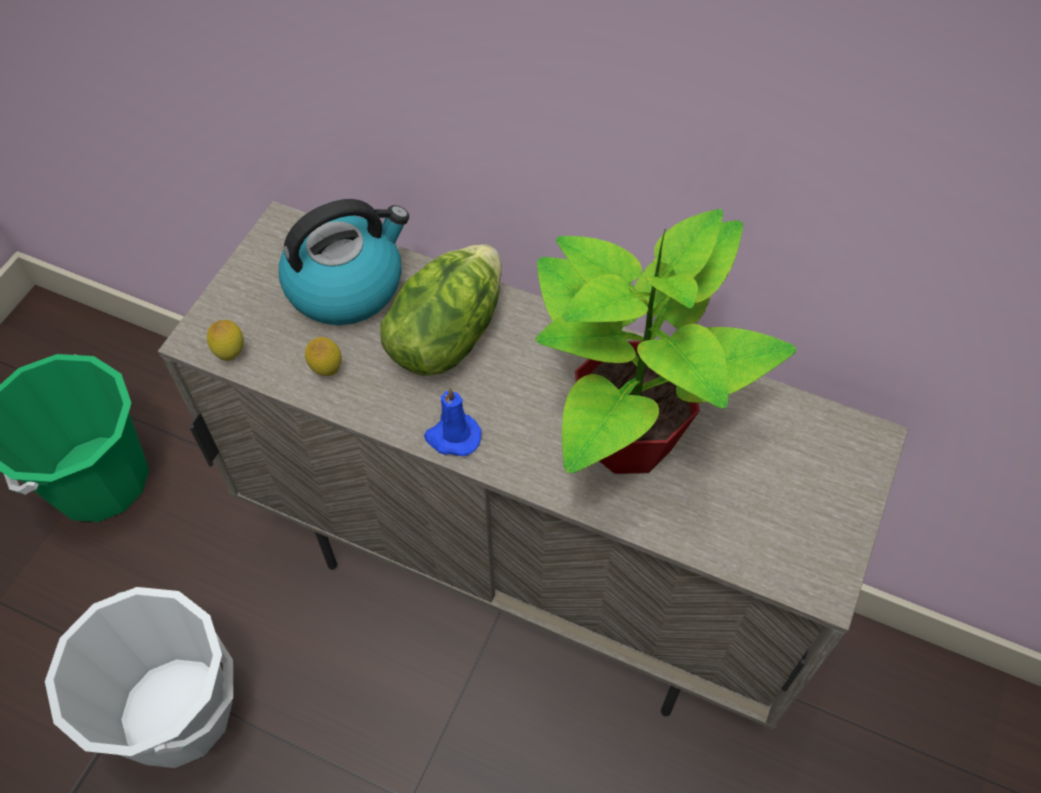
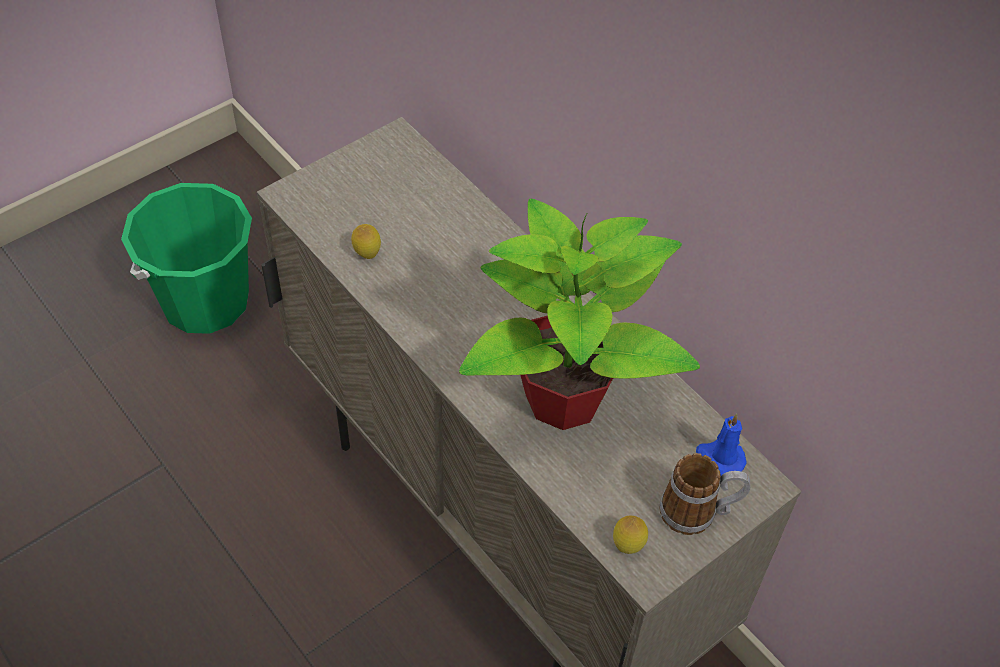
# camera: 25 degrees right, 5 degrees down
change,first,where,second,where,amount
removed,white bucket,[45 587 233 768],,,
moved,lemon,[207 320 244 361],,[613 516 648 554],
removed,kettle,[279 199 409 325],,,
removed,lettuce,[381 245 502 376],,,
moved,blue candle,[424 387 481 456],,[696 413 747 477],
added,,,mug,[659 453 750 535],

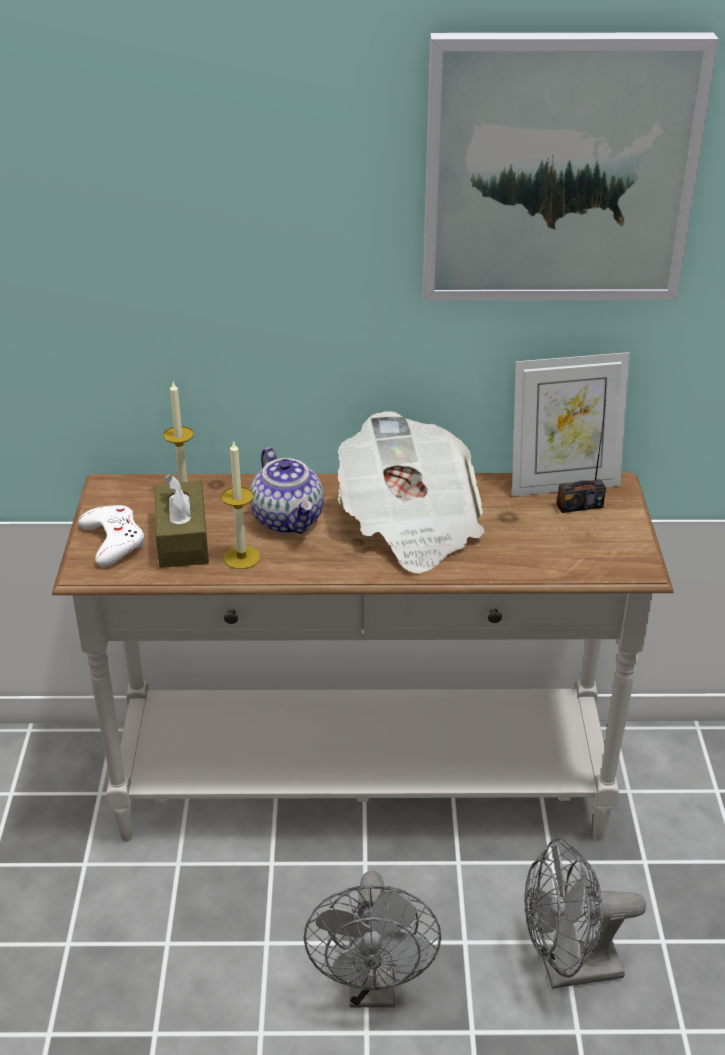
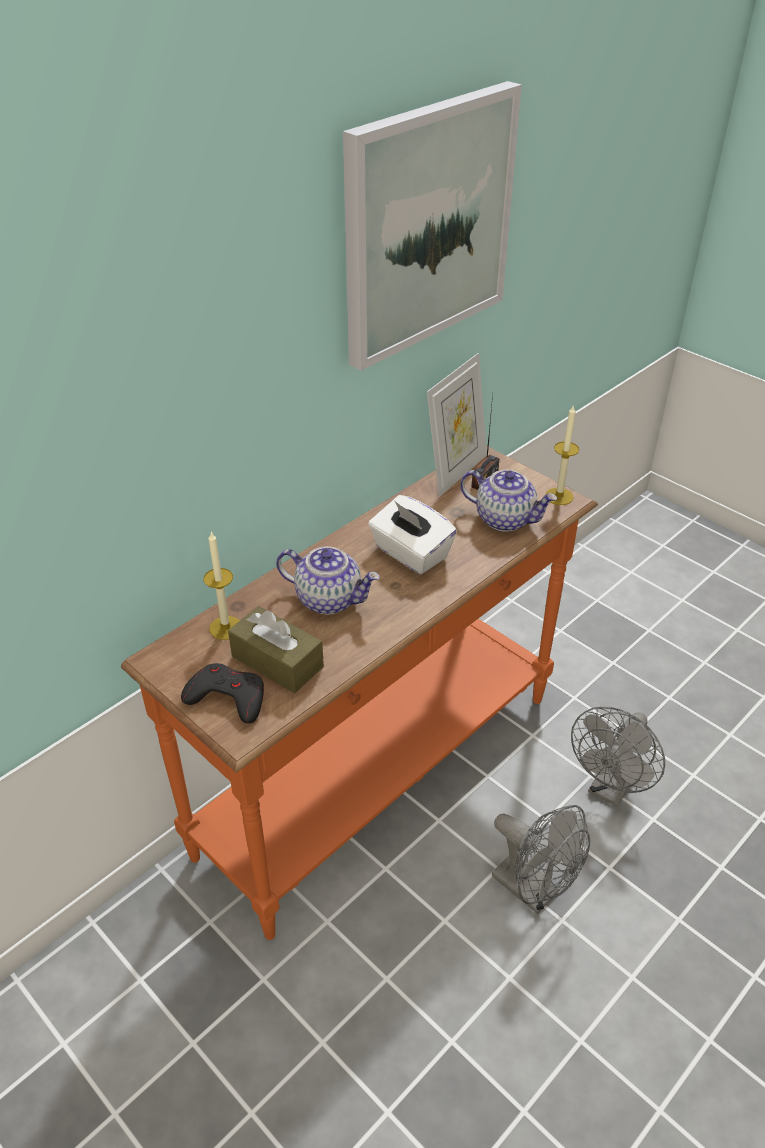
# camera: 45 degrees left, 5 degrees up
change,first,where,second,where,amount
recoloured,white console table,[52 473 674 842],orange console table,[121 446 598 940],
recoloured,white game controller,[79 505 144 567],black game controller,[181 663 264 724],
moved,candle,[221 440 260 569],,[545 406 579 505],
replaced,newspaper,[338 411 484 574],white tissue box,[368 495 457 574],
added,,,teapot,[460 469 557 532],

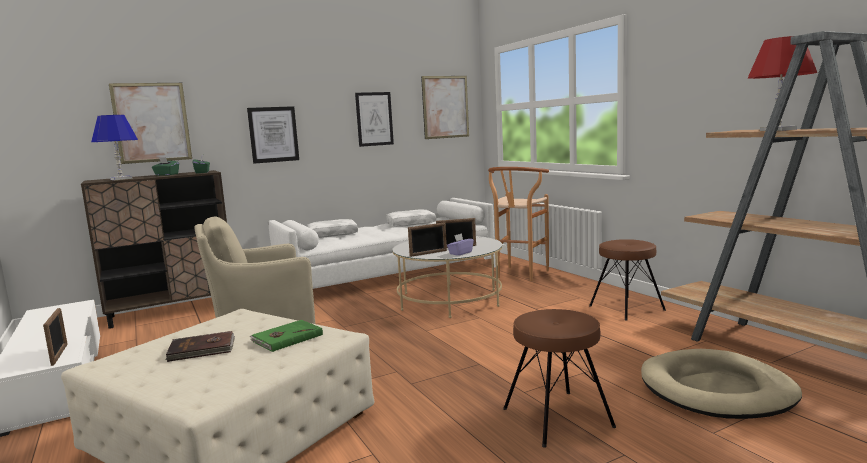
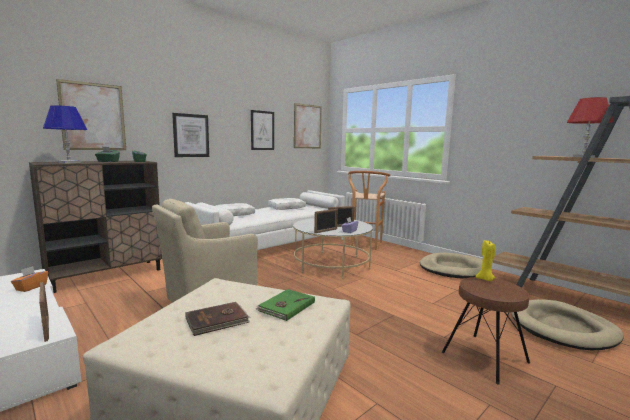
# camera: 15 degrees left, 0 degrees up
change,first,where,second,where,amount
replaced,brown stool,[589 239 666 320],beige dog bed,[420 253 483 279],
added,,,orange tissue box,[11 266 48 292],
added,,,yellow candle,[476 240 496 281],

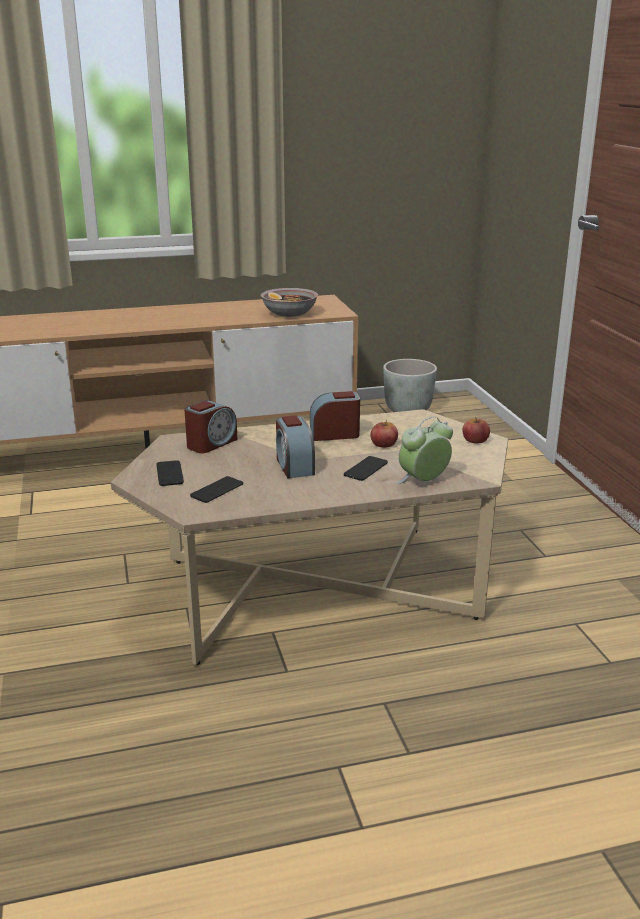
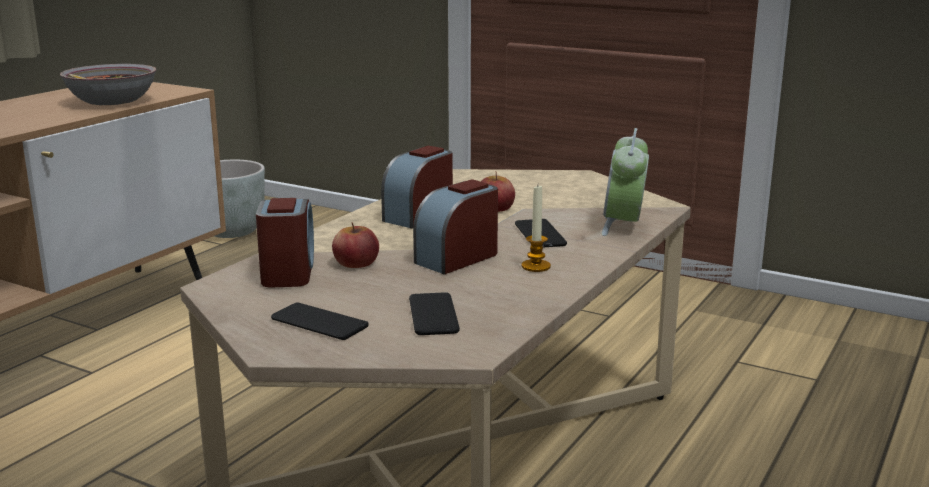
# camera: 45 degrees left, 5 degrees down
change,first,where,second,where,amount
turned,alarm clock,[276 415 315 478],,[413 179 498 274],105 degrees clockwise
moved,apple,[462 417 490 444],,[332 223 379 268],
added,,,candle,[522 186 551 272],

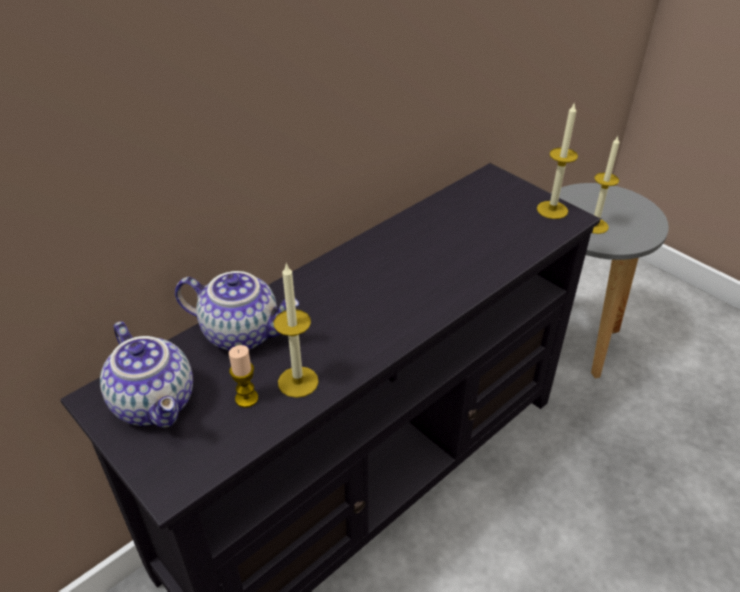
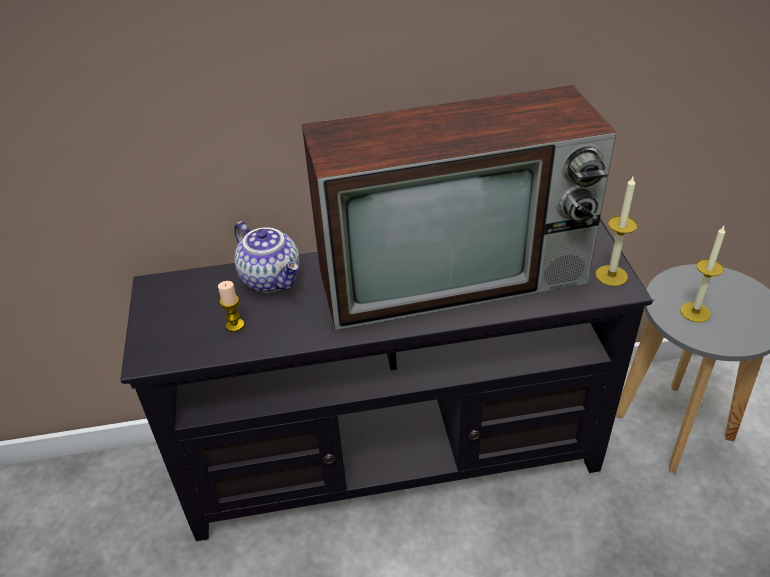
# camera: 35 degrees right, 0 degrees up
change,first,where,second,where,amount
removed,teapot,[100 322 193 428],,,
removed,candle,[273 263 319 398],,,
added,,,television,[302 85 616 331],

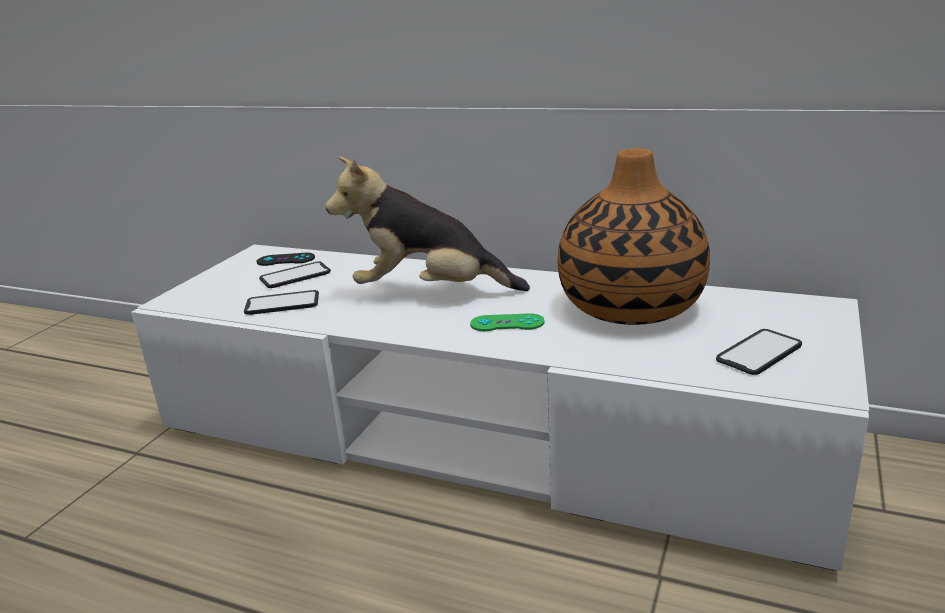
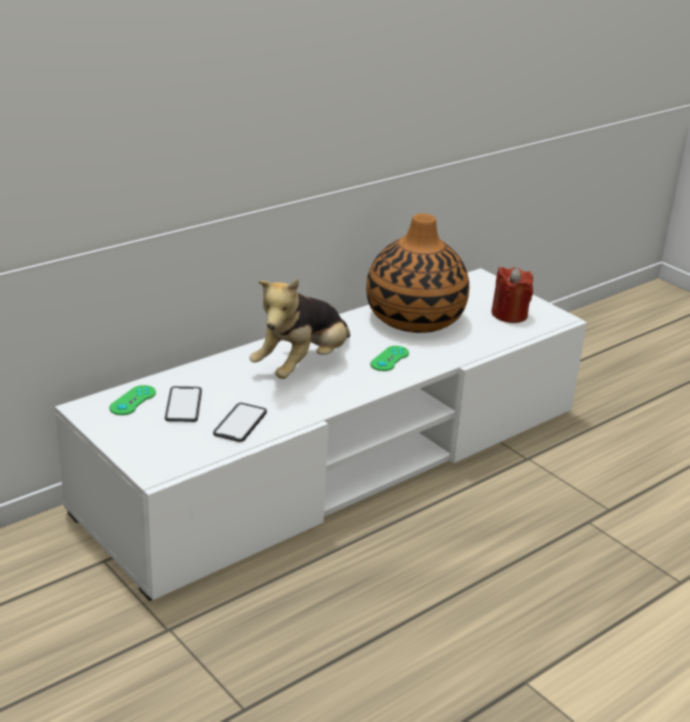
# camera: 65 degrees left, 5 degrees up
change,first,where,second,where,amount
recoloured,black game controller,[256 253 315 266],green game controller,[109 385 156 415],
replaced,phone,[716 329 802 375],red candle,[492 267 533 323],

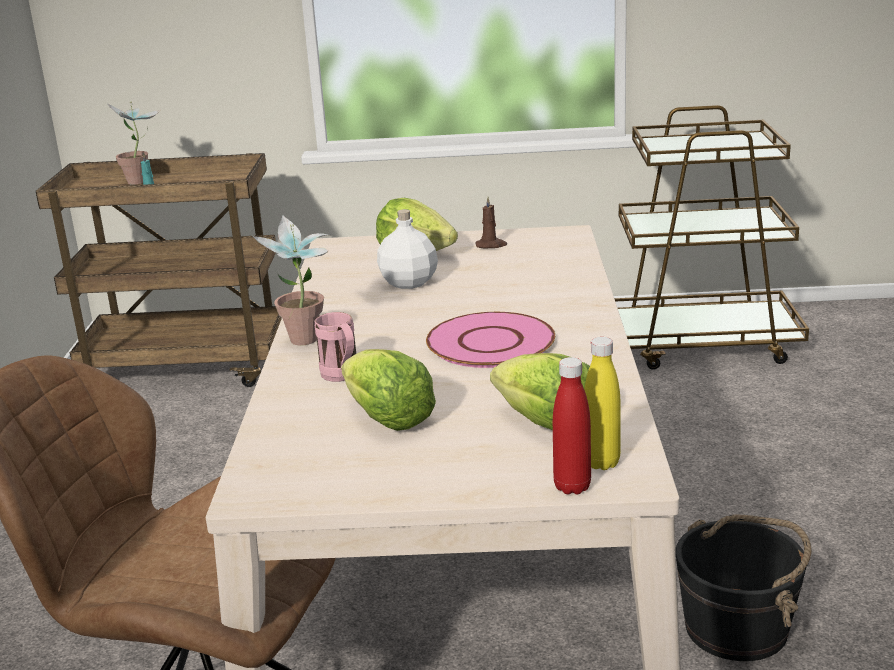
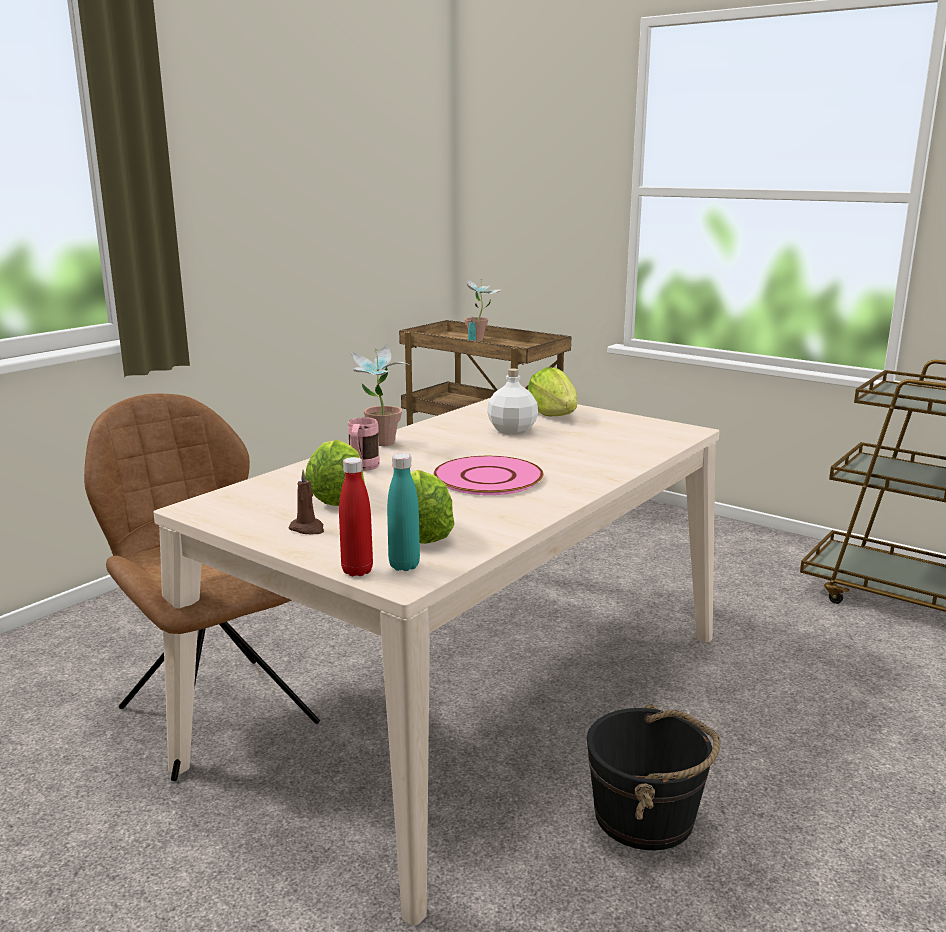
# camera: 35 degrees right, 5 degrees down
change,first,where,second,where,amount
moved,brown candle,[475 197 507 249],,[288 470 324 534],
recoloured,yellow bottle,[584 337 620 470],turquoise bottle,[387 453 420 571],

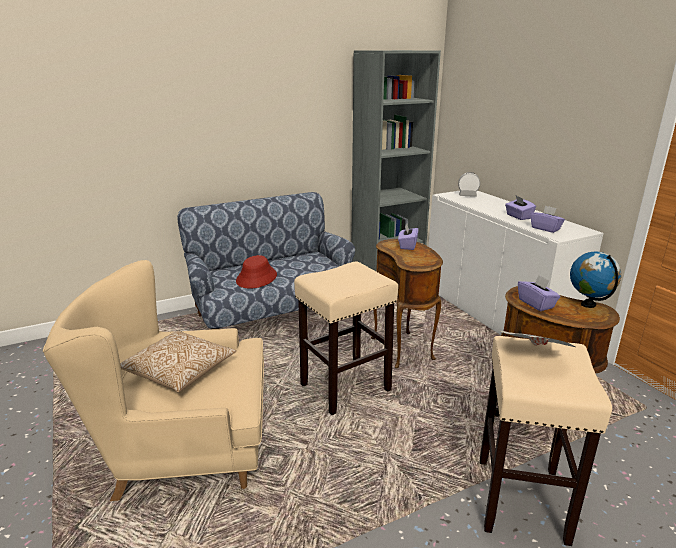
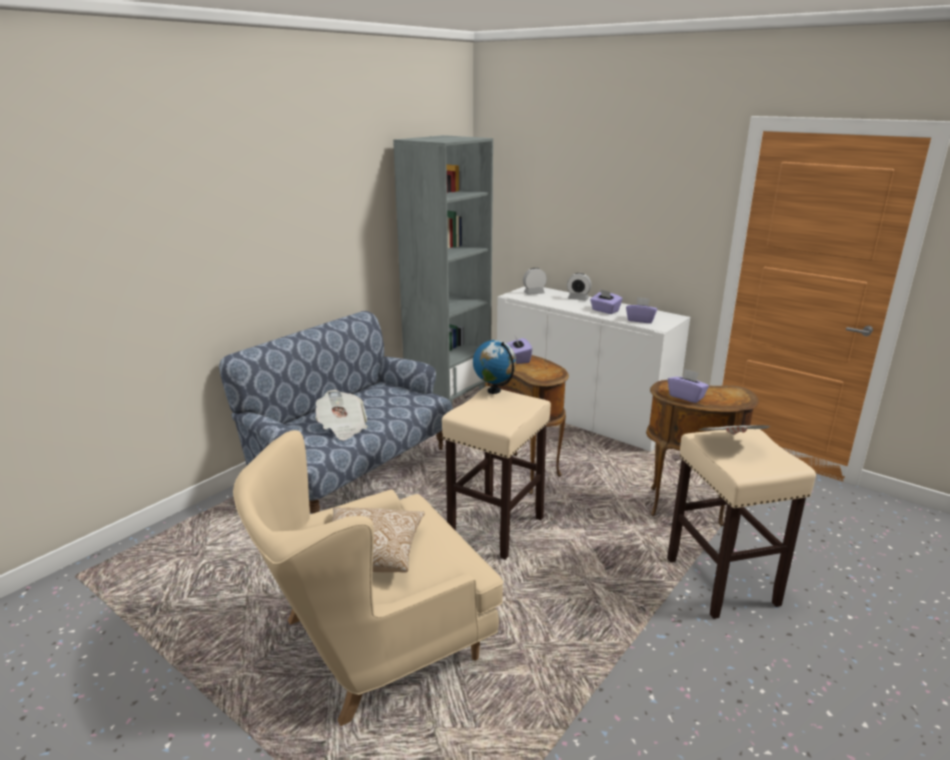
# camera: 25 degrees left, 0 degrees up
change,first,where,second,where,amount
replaced,red hat,[236 255 277 289],newspaper,[316 390 368 440],
moved,globe,[570 251 621 308],,[473 340 516 394],
added,,,alarm clock,[567 273 592 301],

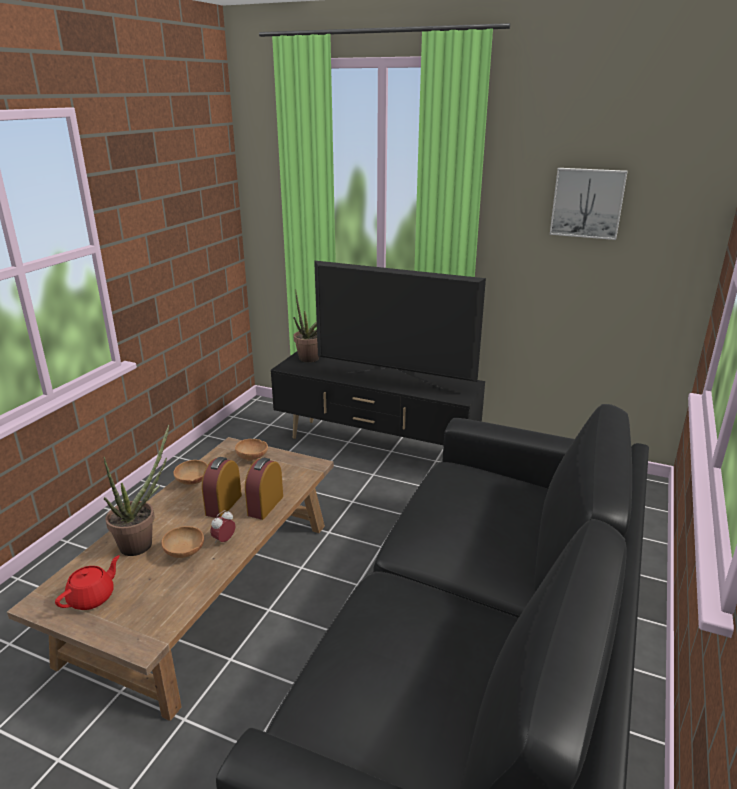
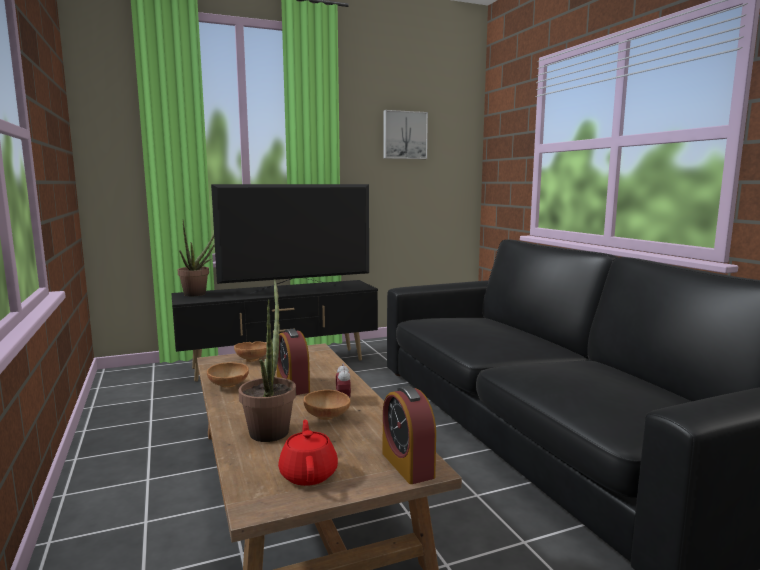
# camera: 45 degrees left, 15 degrees down
change,first,where,second,where,amount
moved,alarm clock,[245 458 283 520],,[383 386 436 484],

